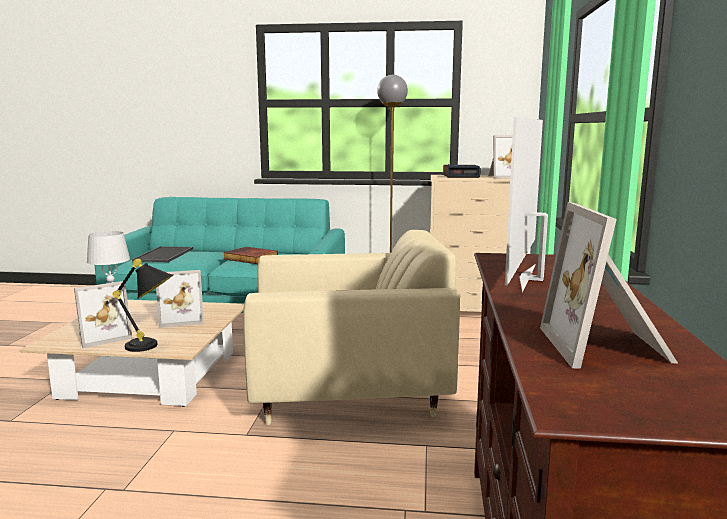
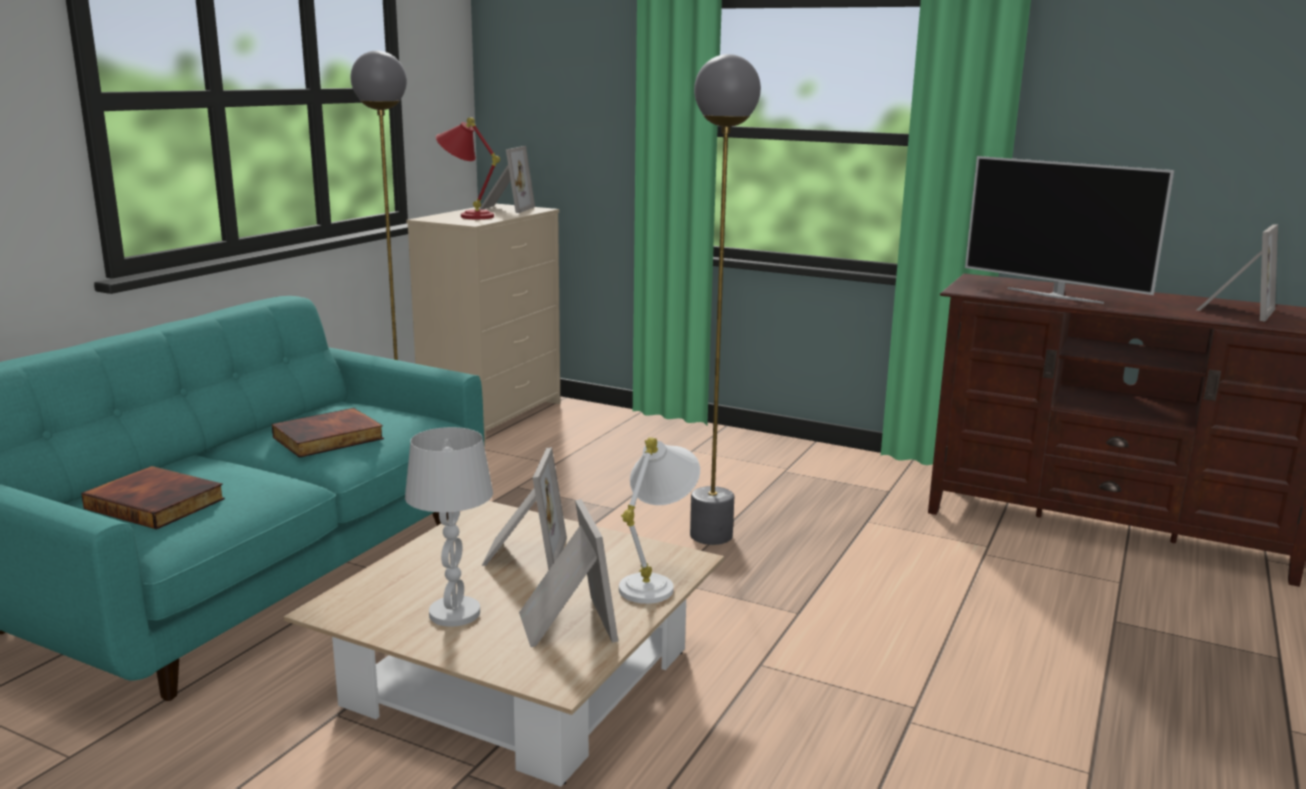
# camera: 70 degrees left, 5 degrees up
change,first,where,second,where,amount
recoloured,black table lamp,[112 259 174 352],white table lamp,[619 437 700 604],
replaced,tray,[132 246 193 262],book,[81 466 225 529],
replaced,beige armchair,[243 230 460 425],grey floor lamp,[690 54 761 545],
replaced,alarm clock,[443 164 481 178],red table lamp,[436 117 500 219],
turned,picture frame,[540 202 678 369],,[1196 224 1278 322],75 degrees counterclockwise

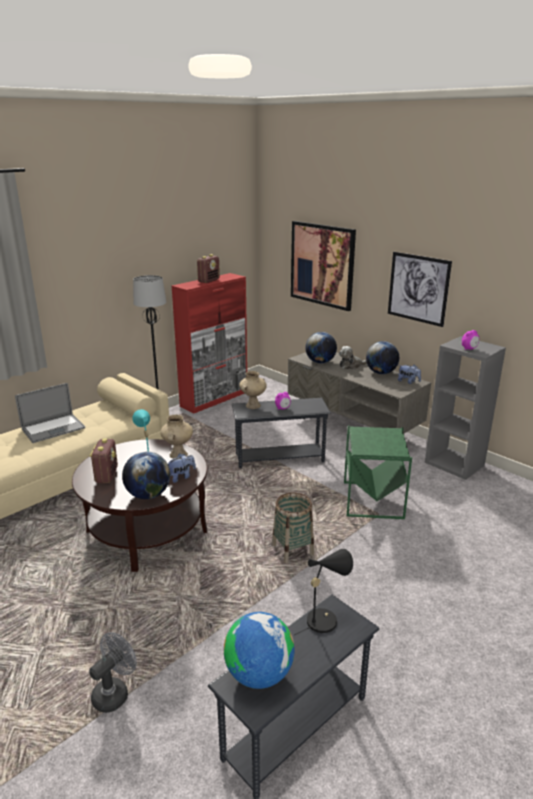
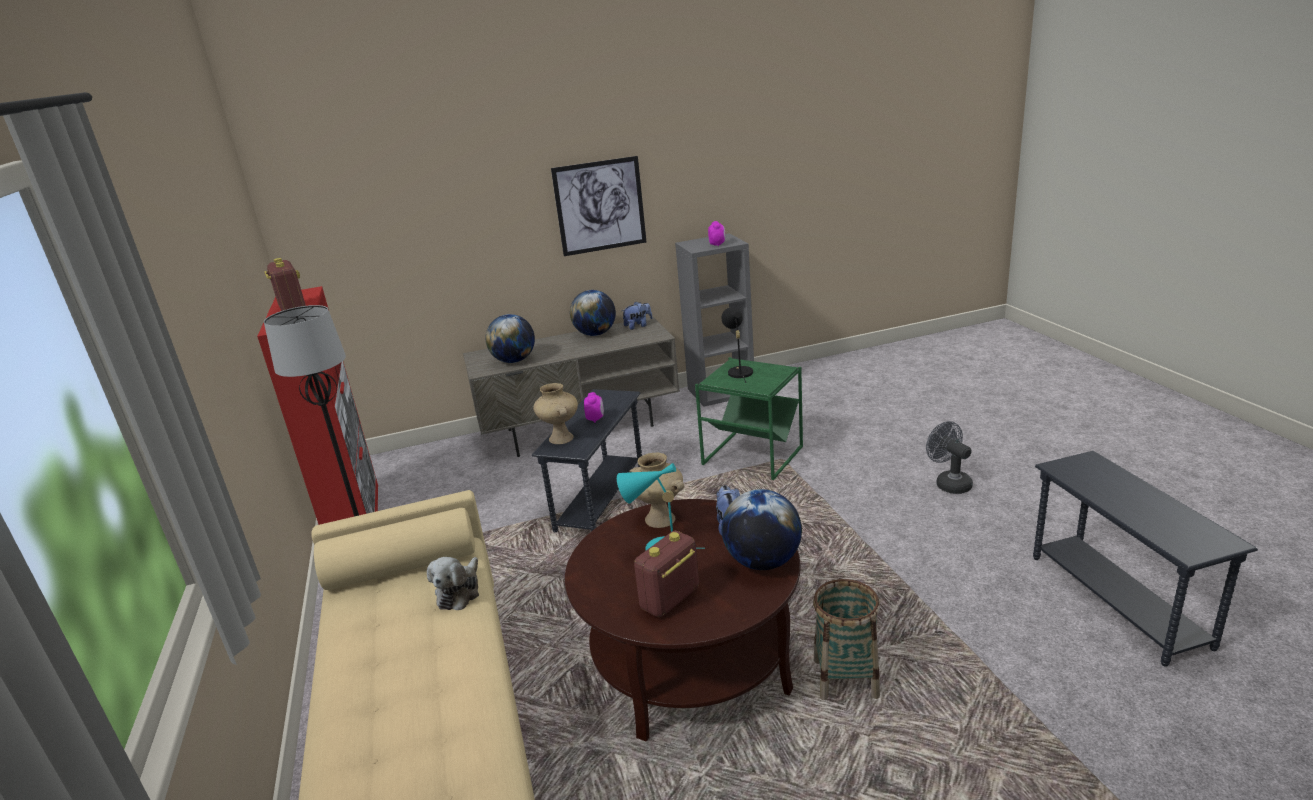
# camera: 60 degrees left, 0 degrees up
change,first,where,second,where,amount
removed,laptop,[15 383 85 443],,,
moved,grey fan,[89 632 137 713],,[926 421 973 494],
turned,radio,[90 438 118 483],,[634 531 699 617],75 degrees counterclockwise
removed,globe,[224 612 295 689],,,
moved,basket,[272 492 314 563],,[813 579 880 700],
removed,picture,[291 221 356 311],,,
moved,black table lamp,[294 549 353 635],,[721 307 753 383],
moved,plush toy,[339 346 367 369],,[427 557 479 610],

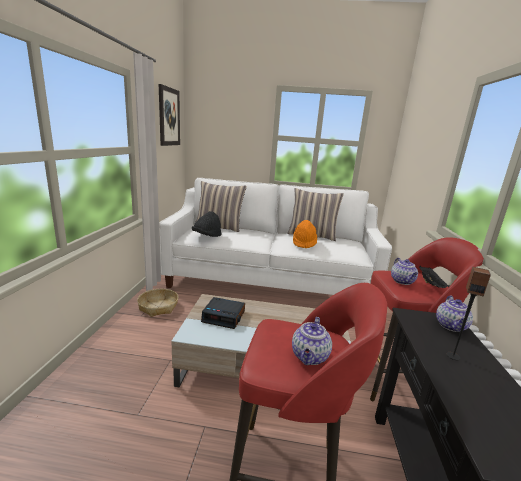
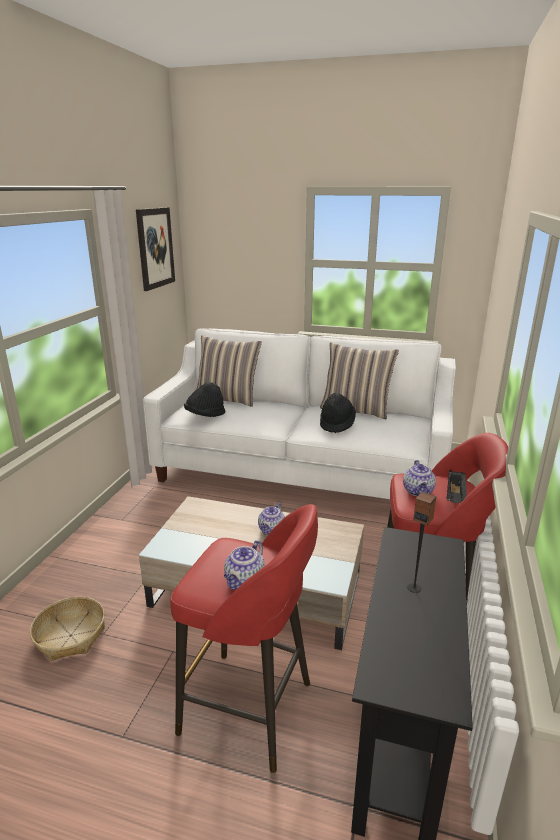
# camera: 10 degrees right, 5 degrees up
change,first,where,second,where,amount
moved,basket,[137 289 179 317],,[30 596 105 661],
removed,alarm clock,[201 297 245 329],,,
recoloured,orange hat,[293 220 317 248],black hat,[320 393 356 433],
moved,teapot,[436 296 473 332],,[258 503 285 535],

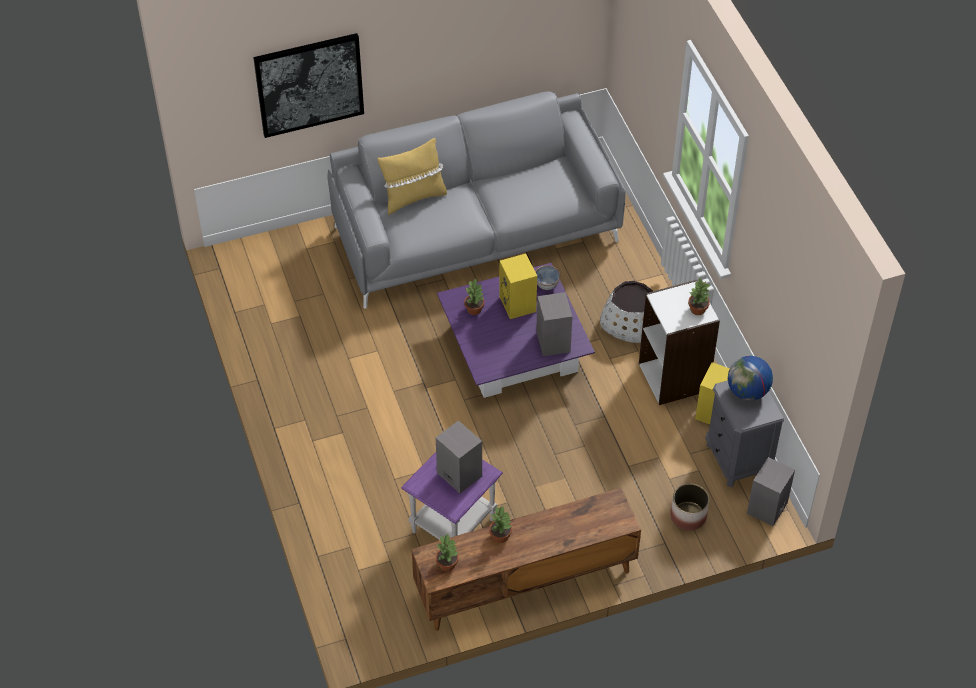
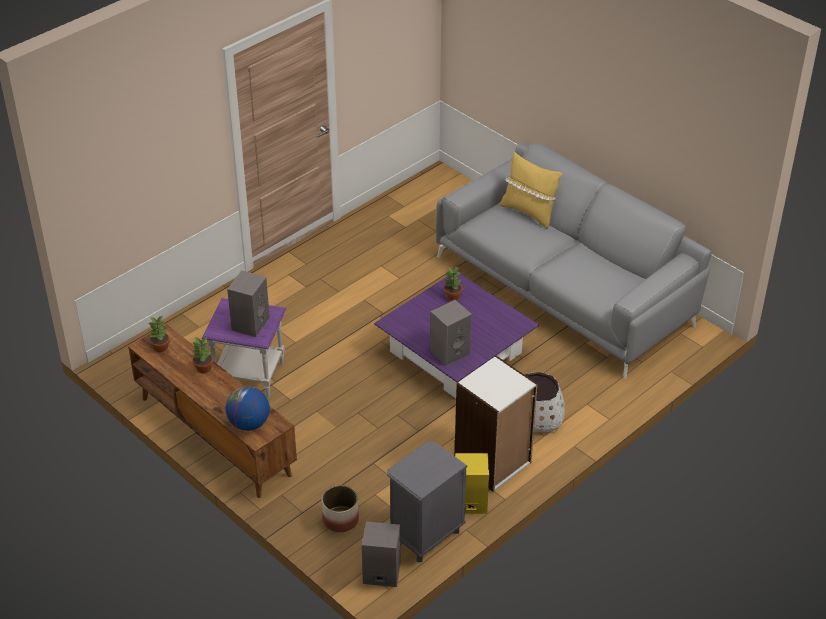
# camera: 65 degrees right, 10 degrees down
change,first,where,second,where,amount
removed,picture,[253 33 364 138],,,
removed,yellow speaker,[499 254 537 319],,,
removed,bowl,[535 265 560 290],,,
removed,potted plant,[688 278 711 315],,,
moved,globe,[728 356 773 401],,[225 387 270 431],

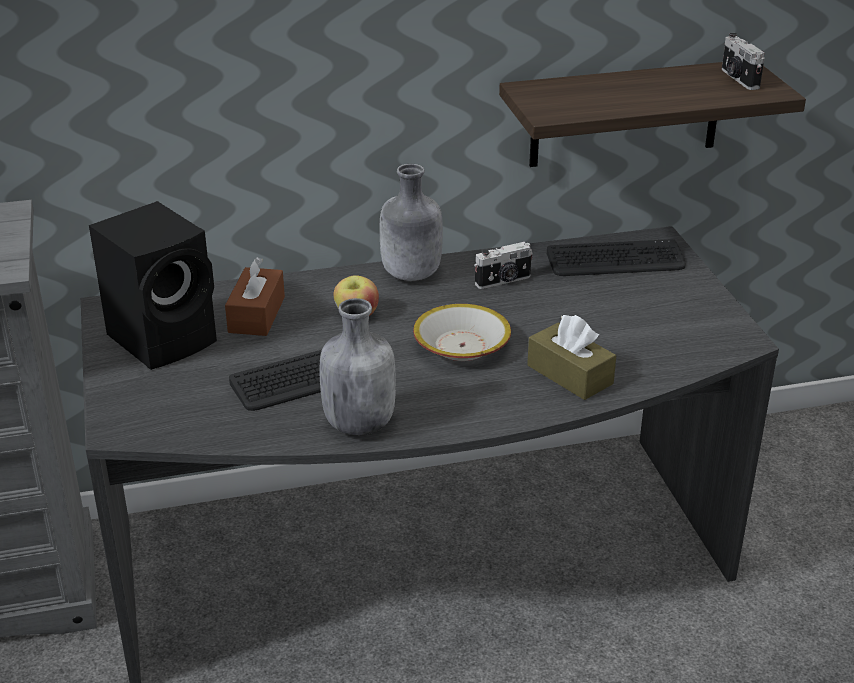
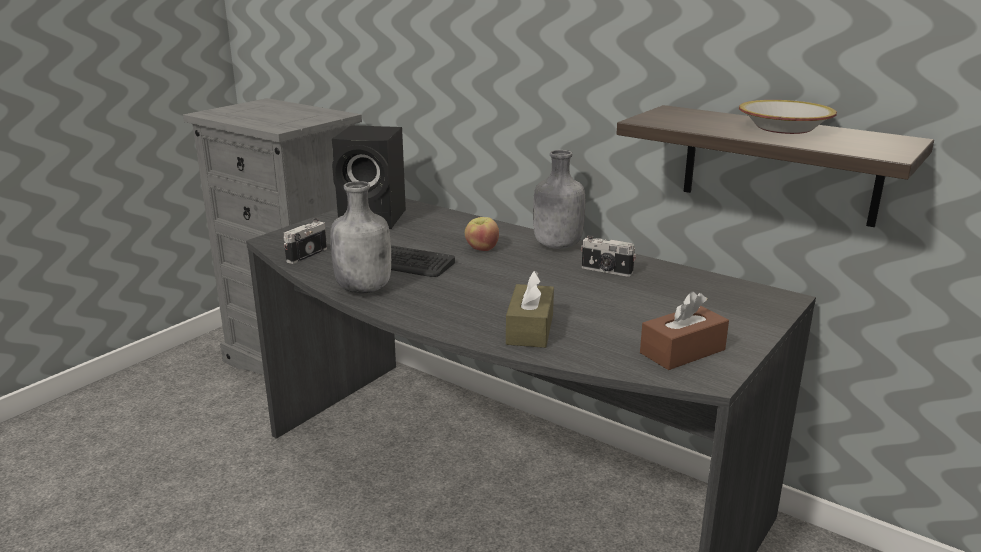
# camera: 50 degrees right, 10 degrees down
change,first,where,second,where,amount
moved,brown tissue box,[225 257 285 336],,[640 291 729 370],
moved,bowl,[413 304 511 361],,[739 100 837 134],
removed,keyboard,[547 239 686 276],,,
moved,photo camera,[722 33 764 90],,[283 218 327 264],

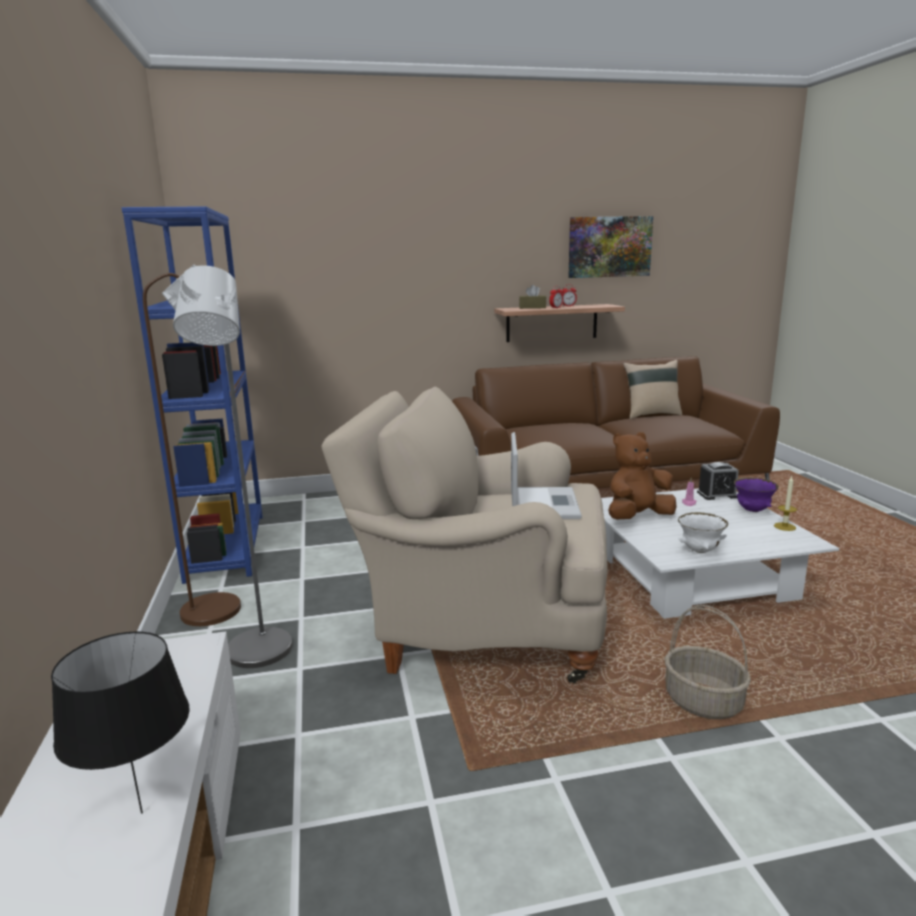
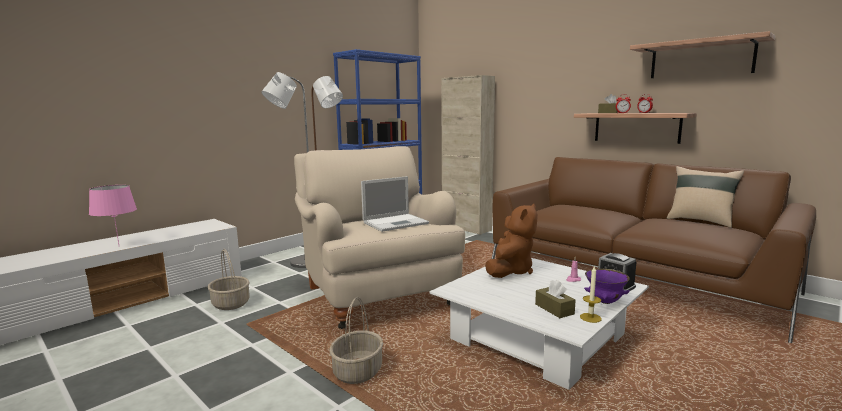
# camera: 55 degrees right, 5 degrees down
change,first,where,second,where,amount
recoloured,black table lamp,[51 631 190 814],pink table lamp,[89 185 137 244],
replaced,picture,[568 216 653 278],shelf,[630 31 776 78],
turned,brown plush toy,[608 432 677 520],,[485 204 538 278],90 degrees clockwise
removed,white bowl,[678 512 728 553],,,
added,,,basket,[208 249 250 310],
added,,,beige cabinet,[441 75 495 235],
added,,,brown tissue box,[535 280 576 318],

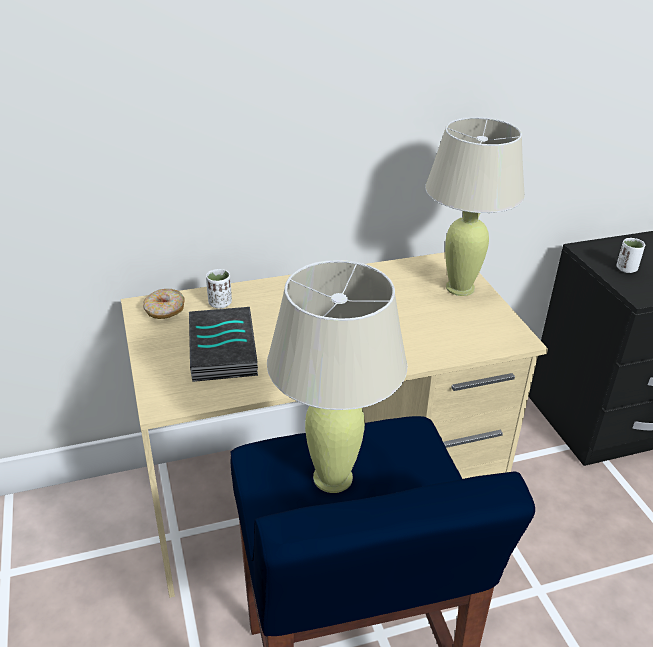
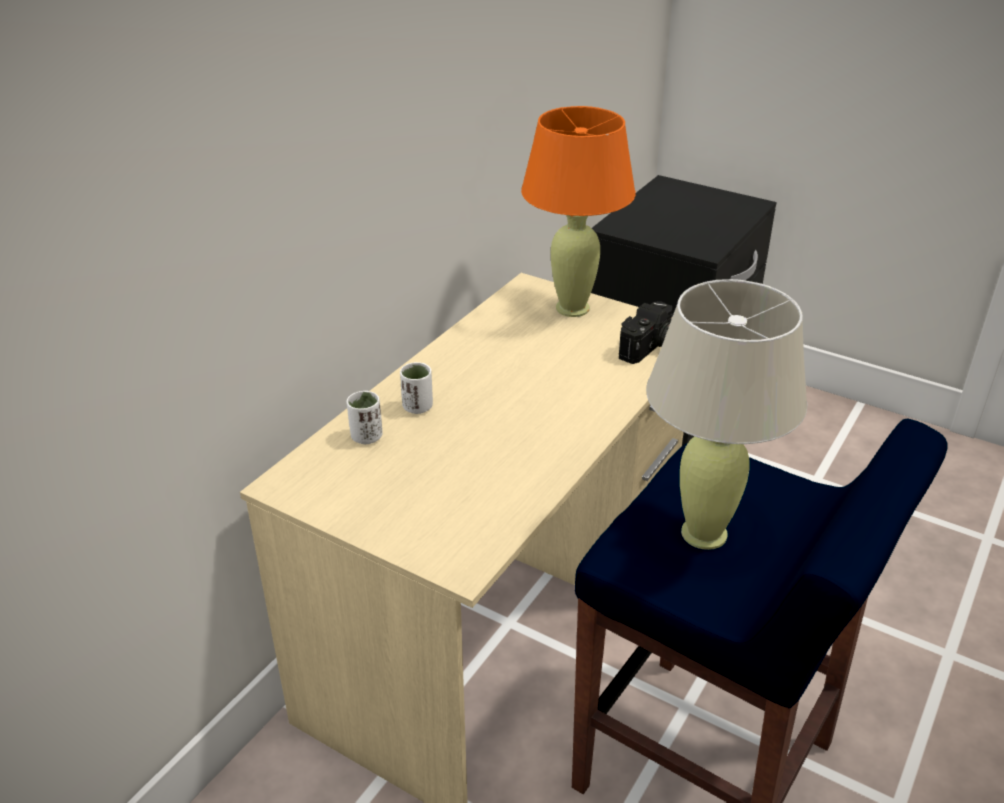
# camera: 40 degrees left, 0 degrees up
change,first,where,second,where,amount
removed,donut,[143 289 185 319],,,
removed,book,[189 307 258 382],,,
recoloured,beige table lamp,[425 117 525 296],orange table lamp,[521 106 636 317],
moved,white cup,[617 238 645 273],,[400 362 433 414],
added,,,photo camera,[619 301 673 364],

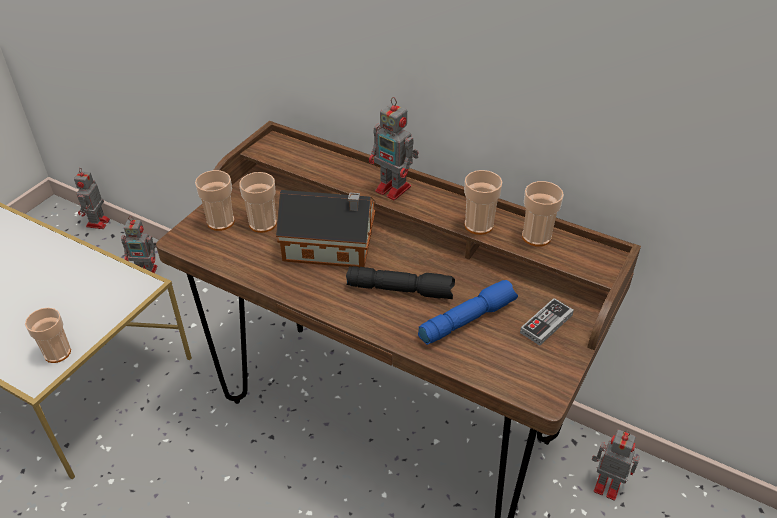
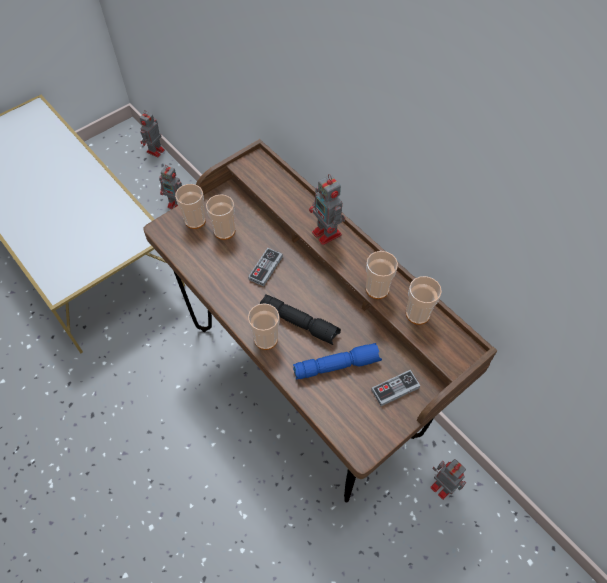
# camera: 20 degrees right, 15 degrees up
change,first,where,second,where,amount
moved,cup,[25 308 71 363],,[248 303 279 350],
replaced,toy house,[276 190 376 268],game controller,[248 248 283 286],

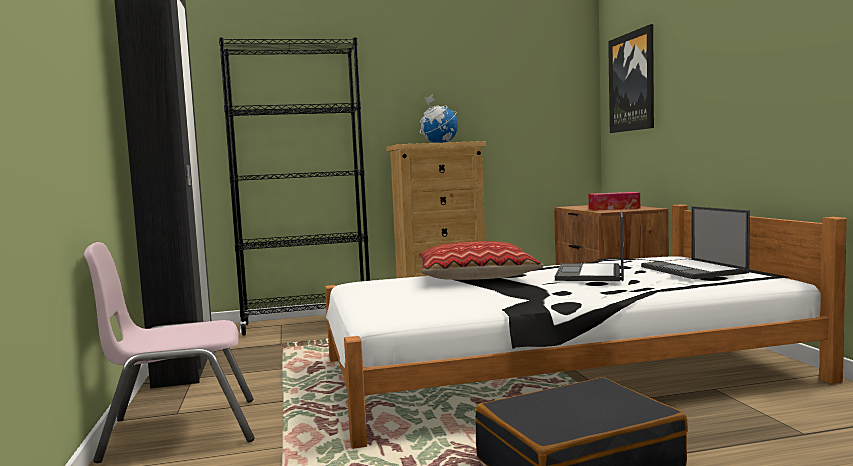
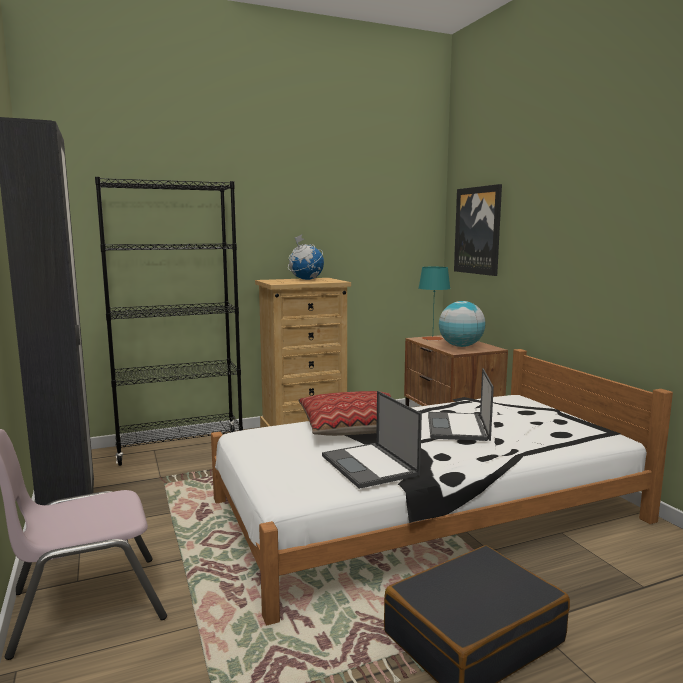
# camera: 10 degrees left, 5 degrees up
change,first,where,second,where,amount
replaced,tissue box,[588 192 640 211],globe,[439 301 486 347],
moved,laptop,[641 206 750 279],,[322 391 422 489],
added,,,turquoise table lamp,[419 267 450 340],

